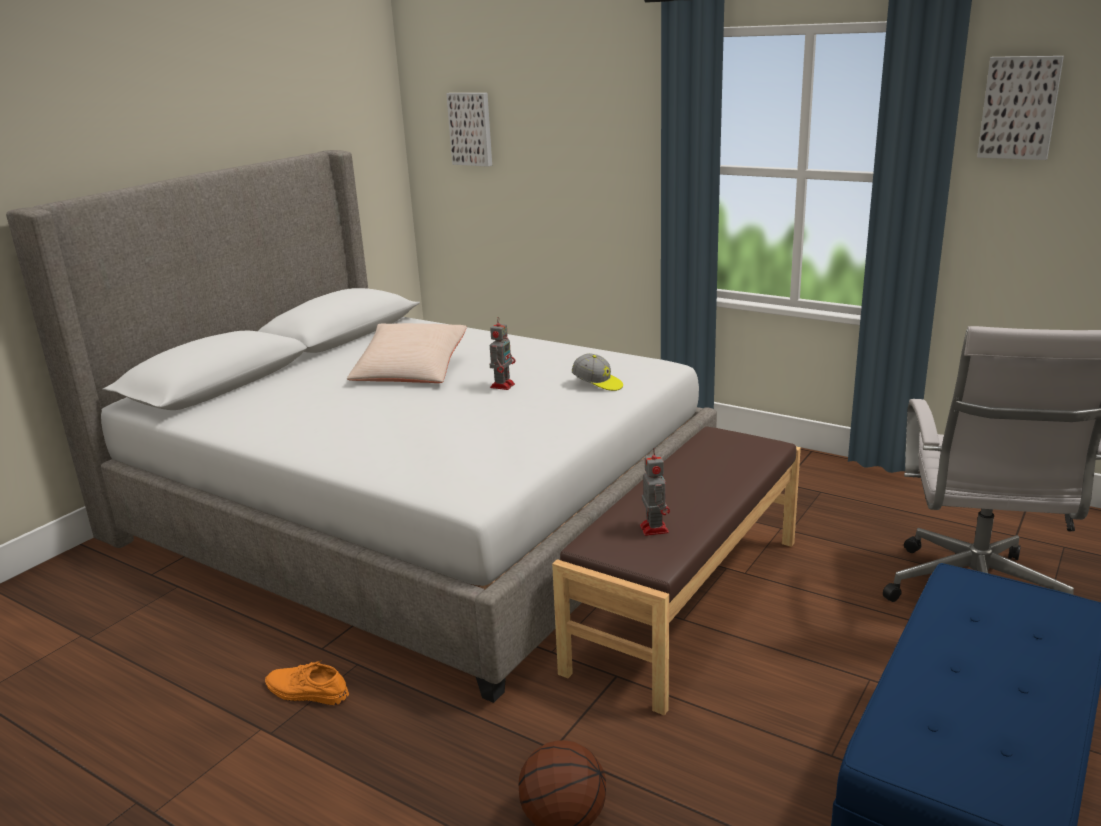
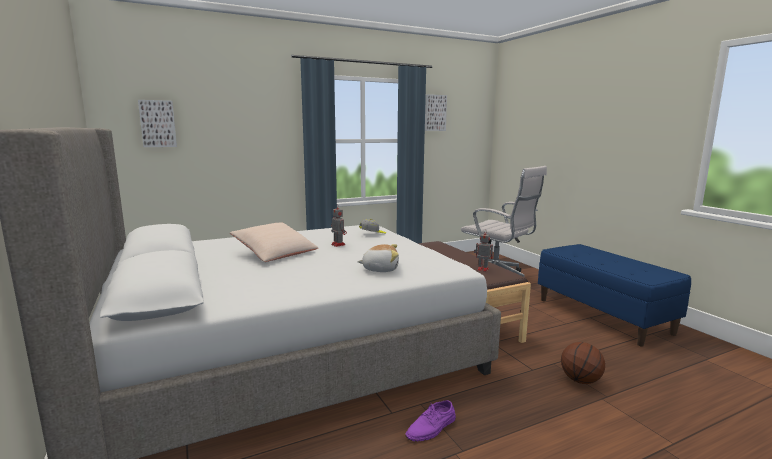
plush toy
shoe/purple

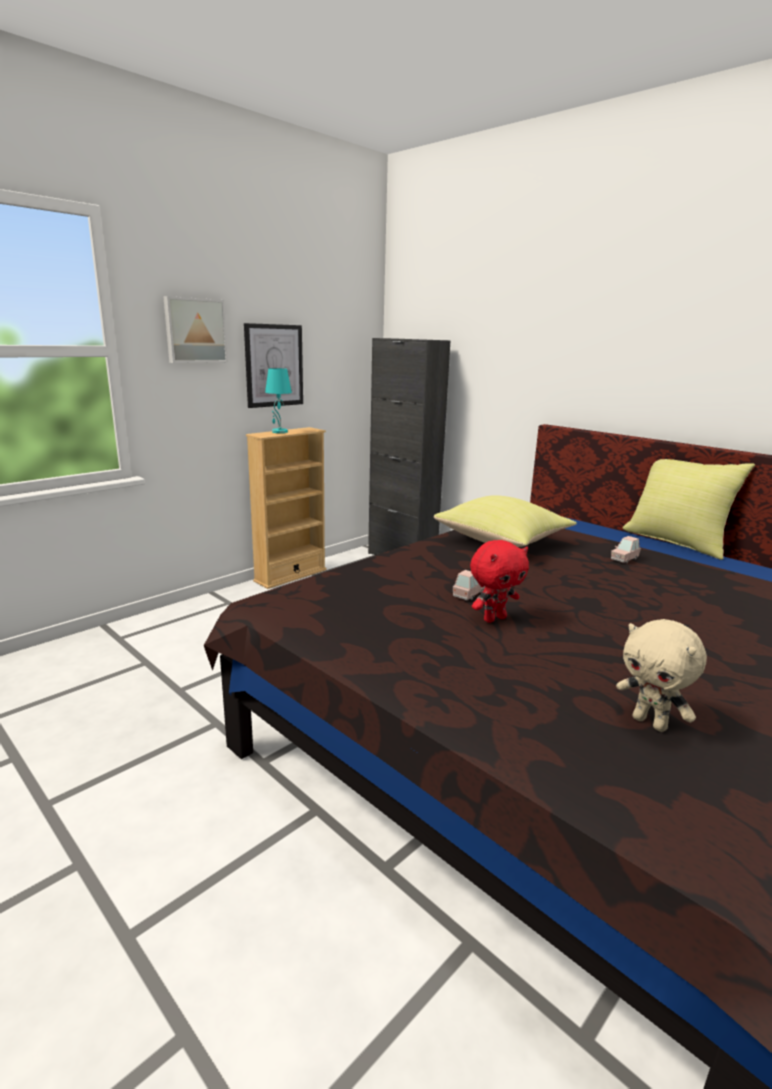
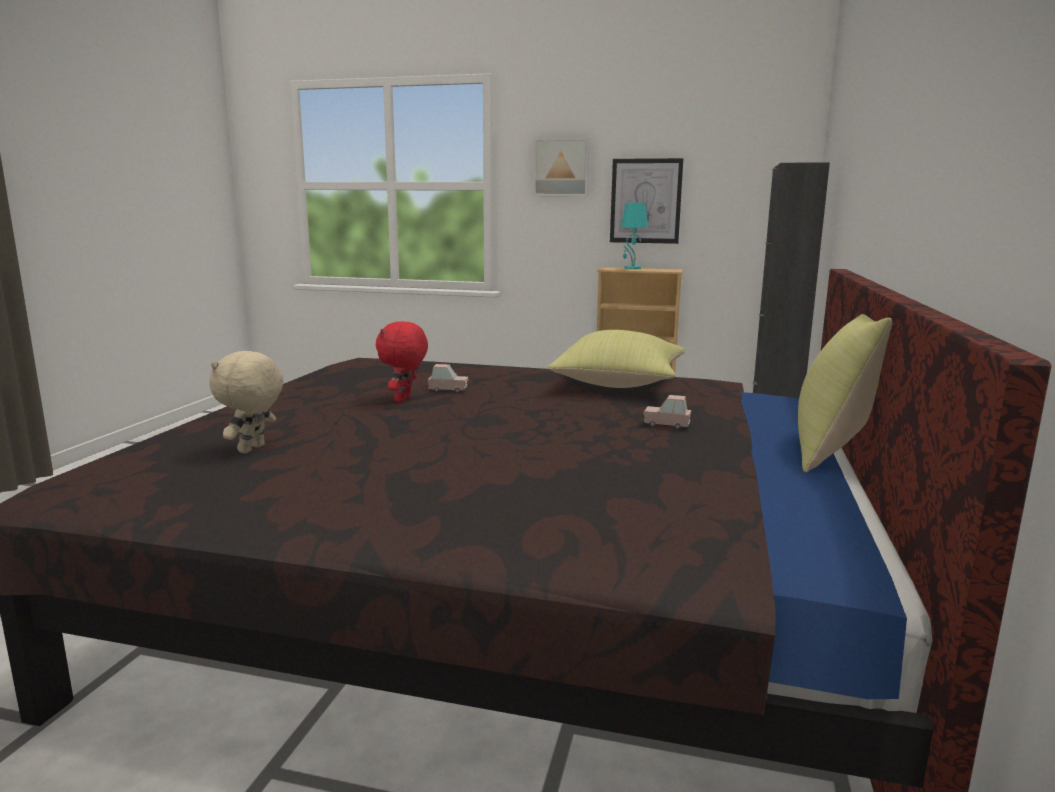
plush toy/red

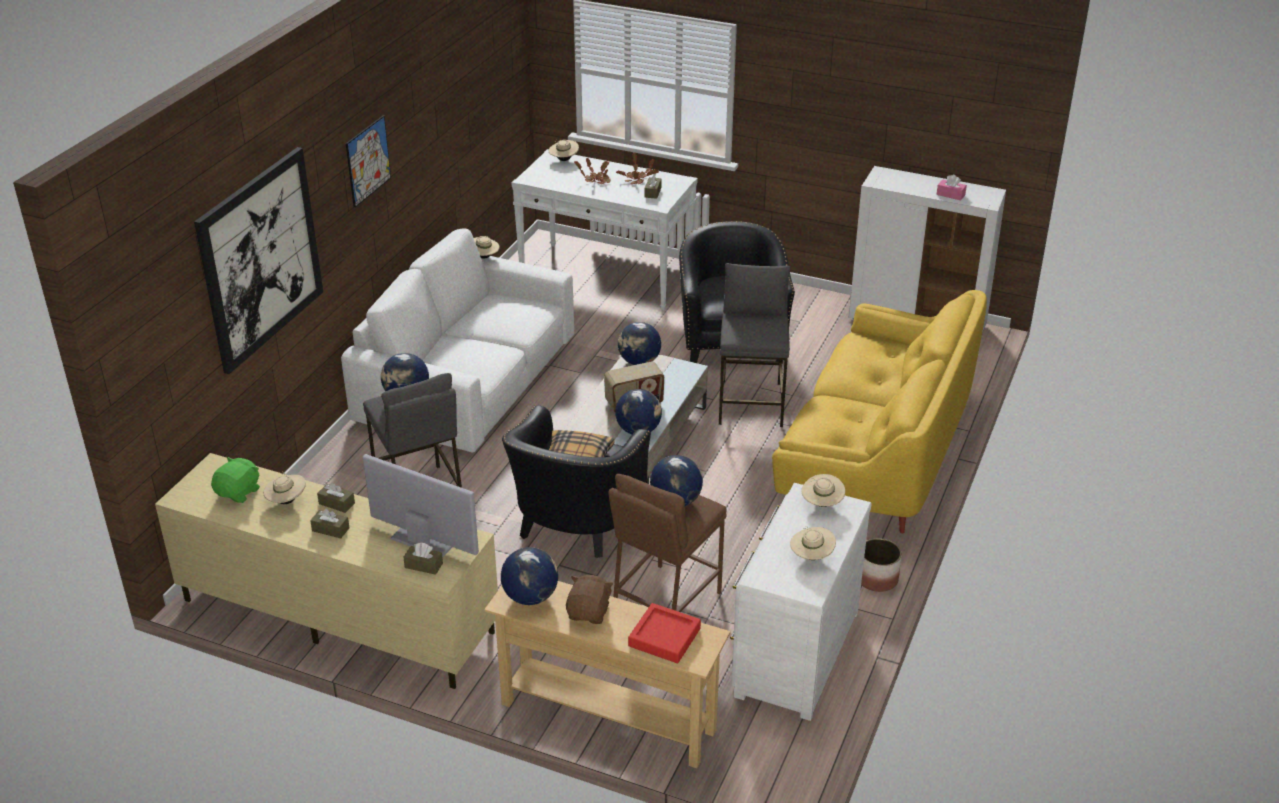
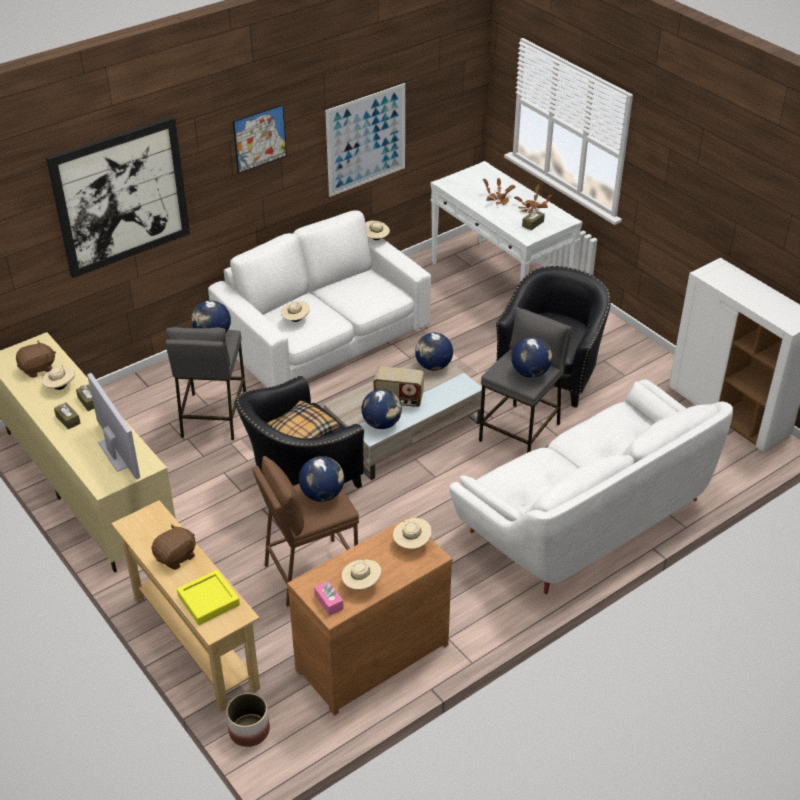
plush toy/brown (1st from left)
tray/yellow
planter
hat/beige (2nd from left)
dresser/brown
tissue box/pink
picture (3rd from left)
sofa/white (2nd from left)
globe (5th from left)
tissue box/brown (3rd from left in the first image)

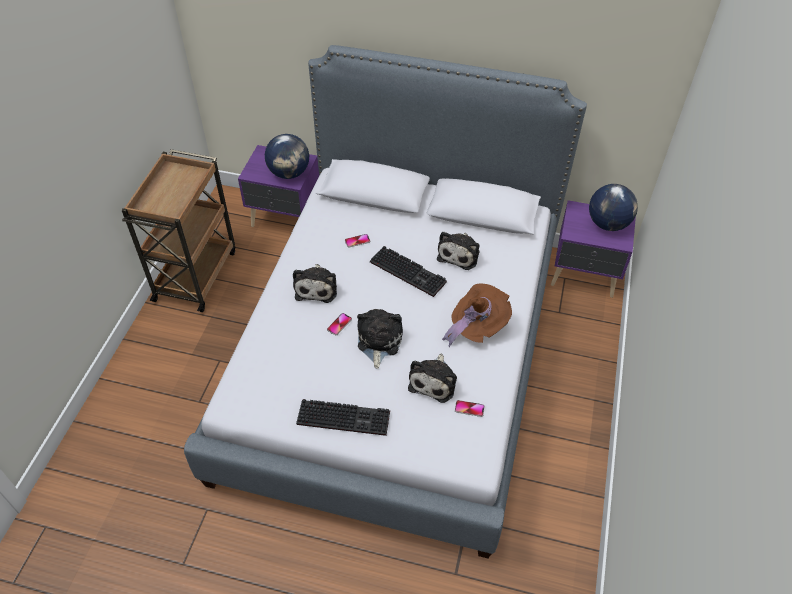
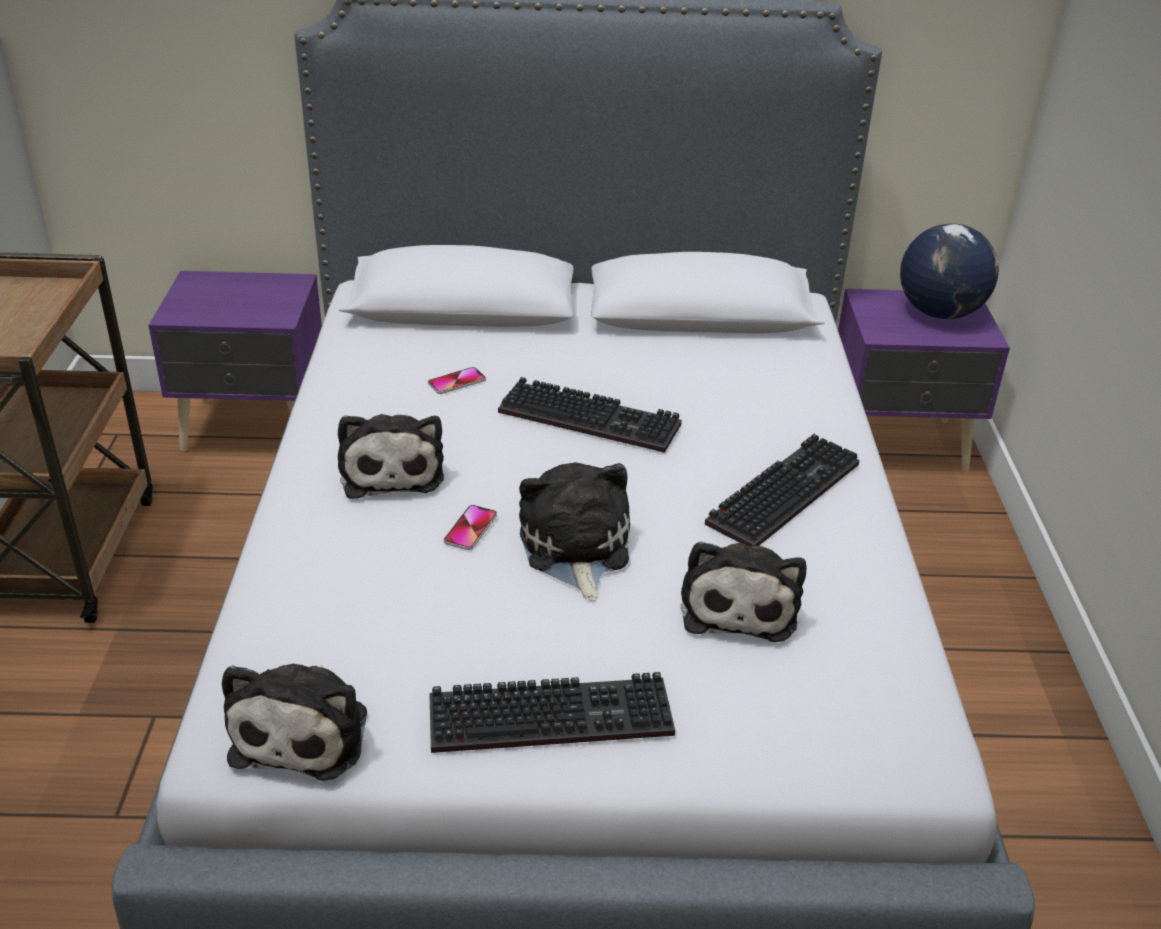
plush toy (1st from left)
keyboard (3rd from left)
globe (1st from left in the first image)
phone (3rd from left in the first image)

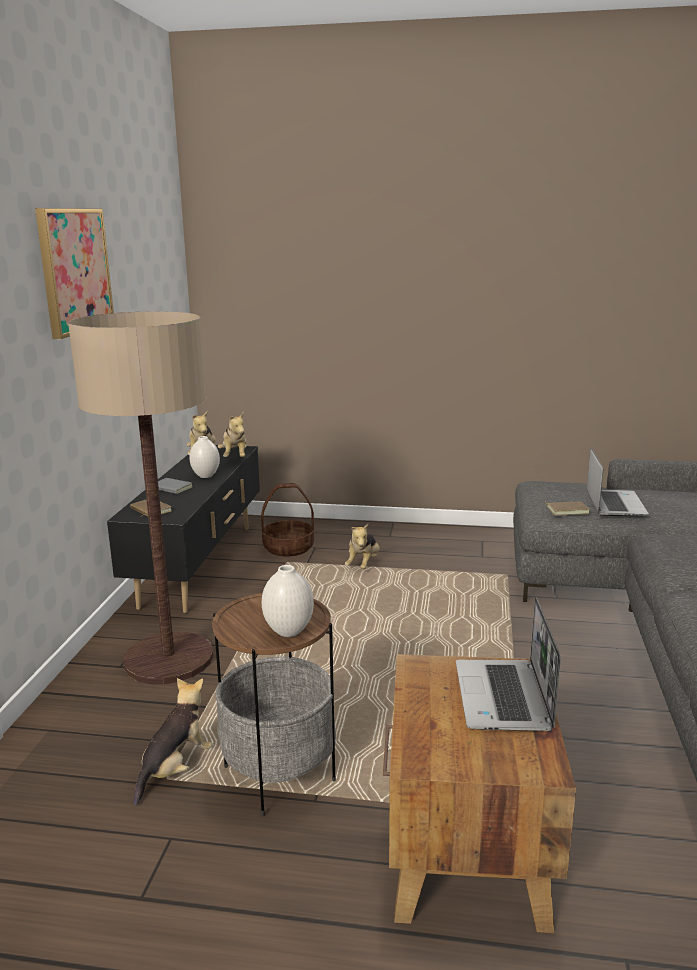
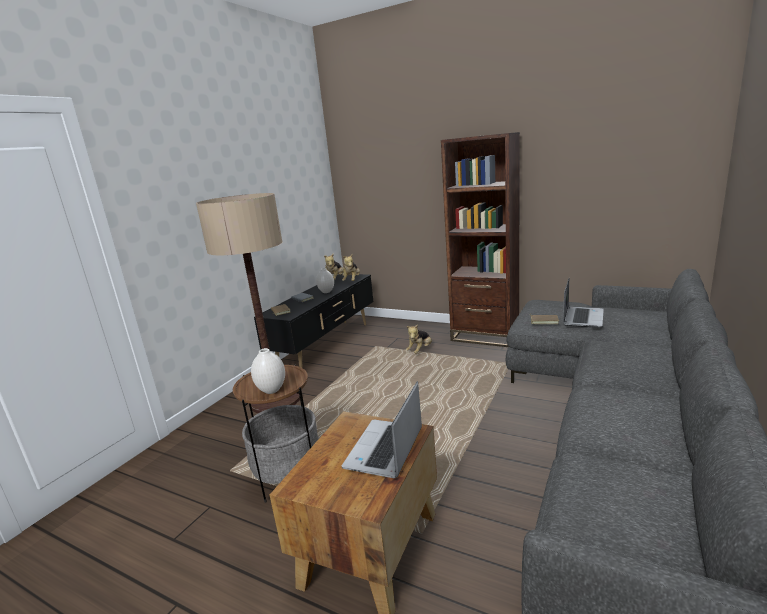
bookcase/brown
picture
plush toy (1st from left in the first image)
basket

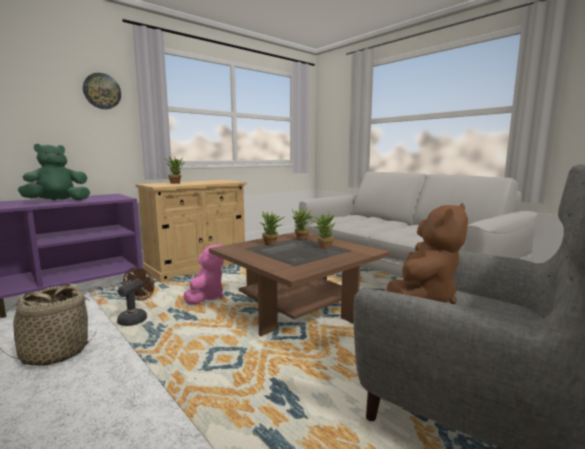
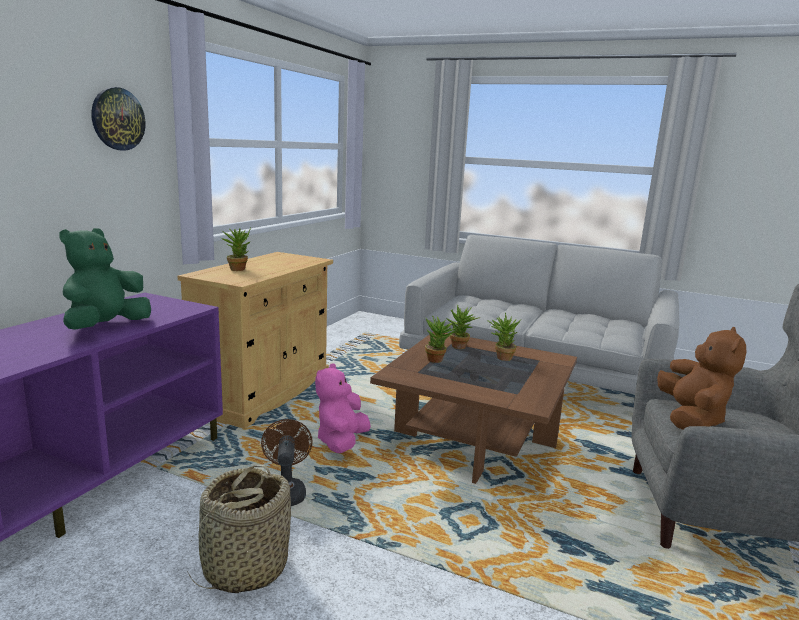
plush toy/pink

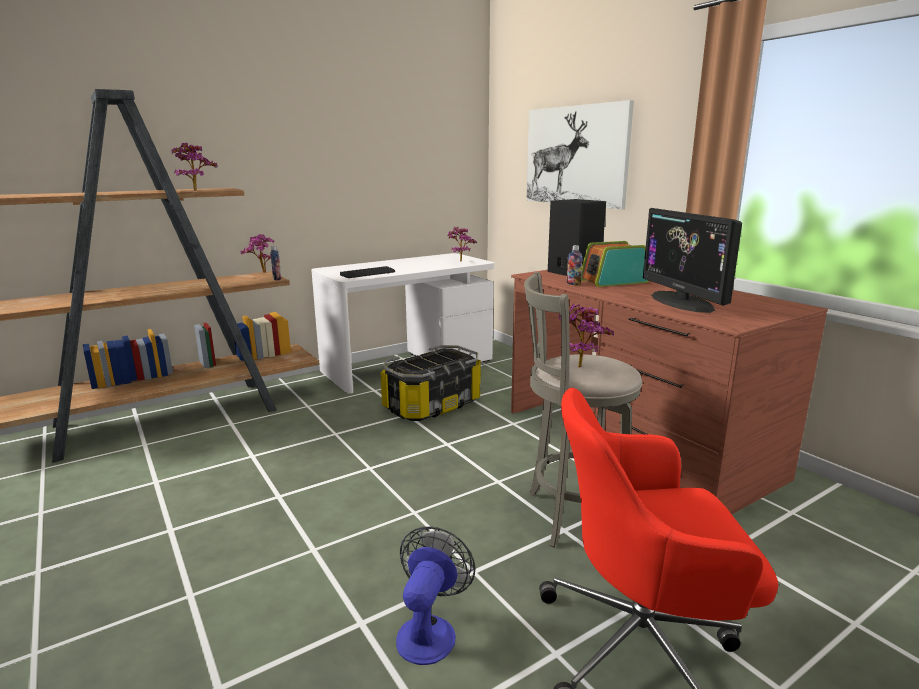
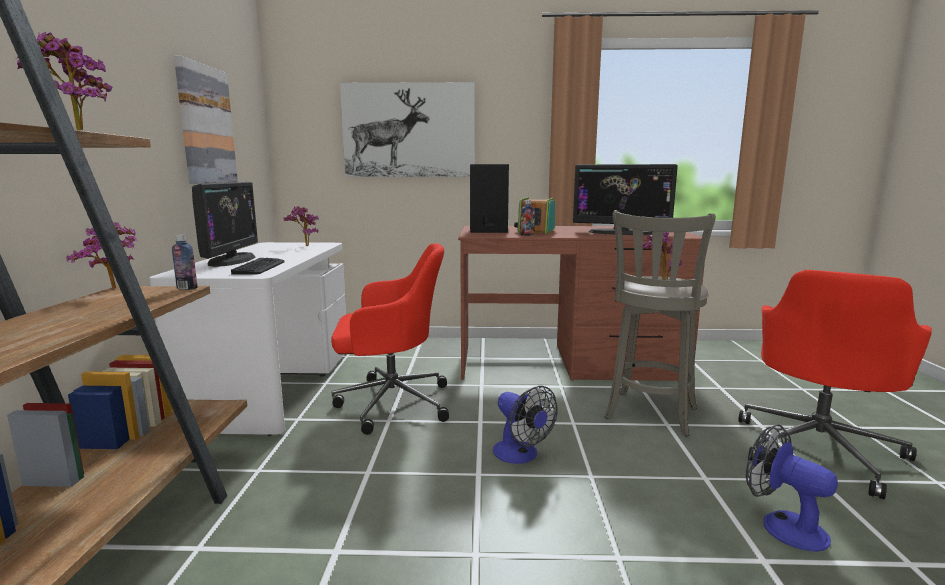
picture (1st from left)
monitor (1st from left)
office chair/red (1st from left)
fan (1st from left)

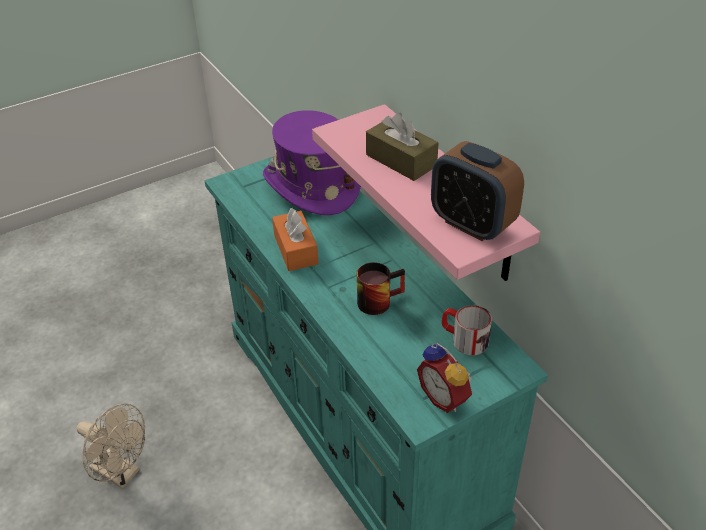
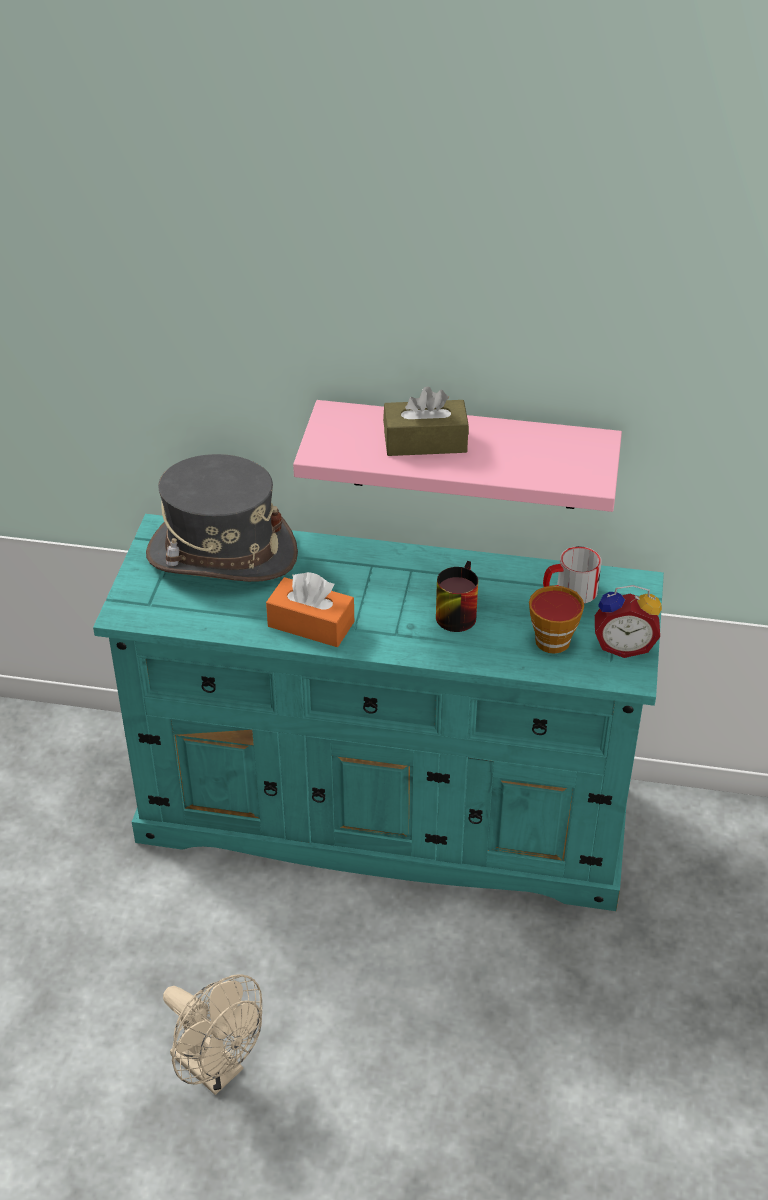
hat/grey
fan/beige
cup
alarm clock (2nd from left in the first image)

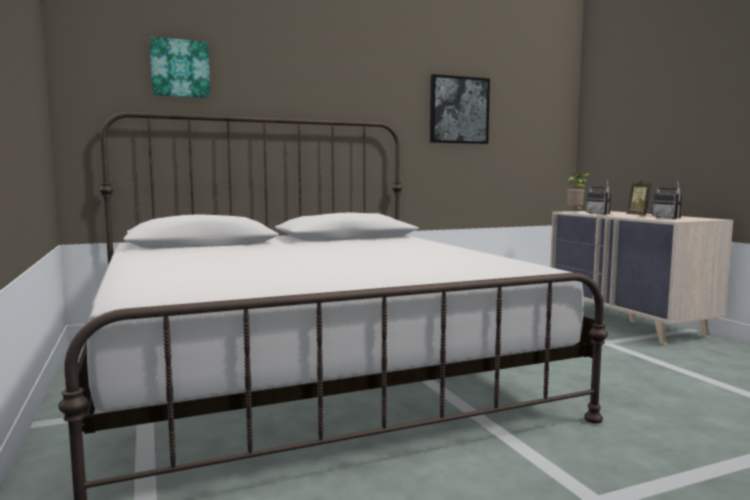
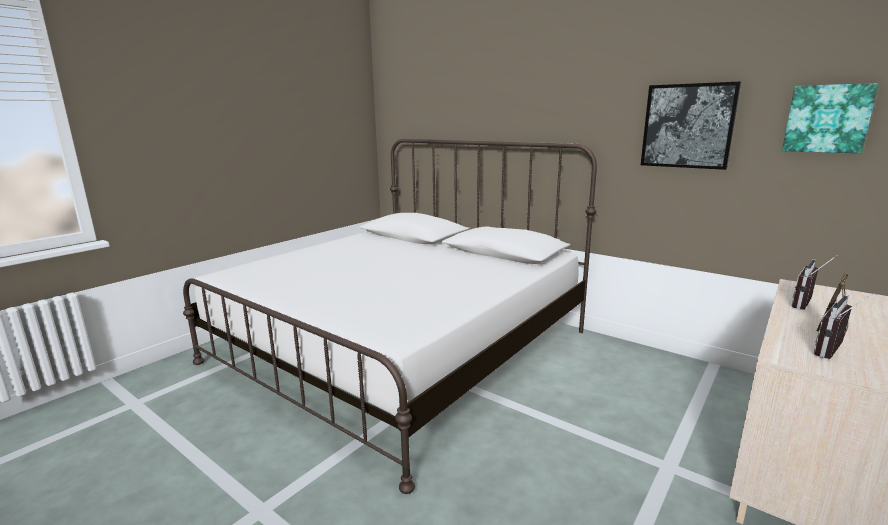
picture (2nd from left)
potted plant

